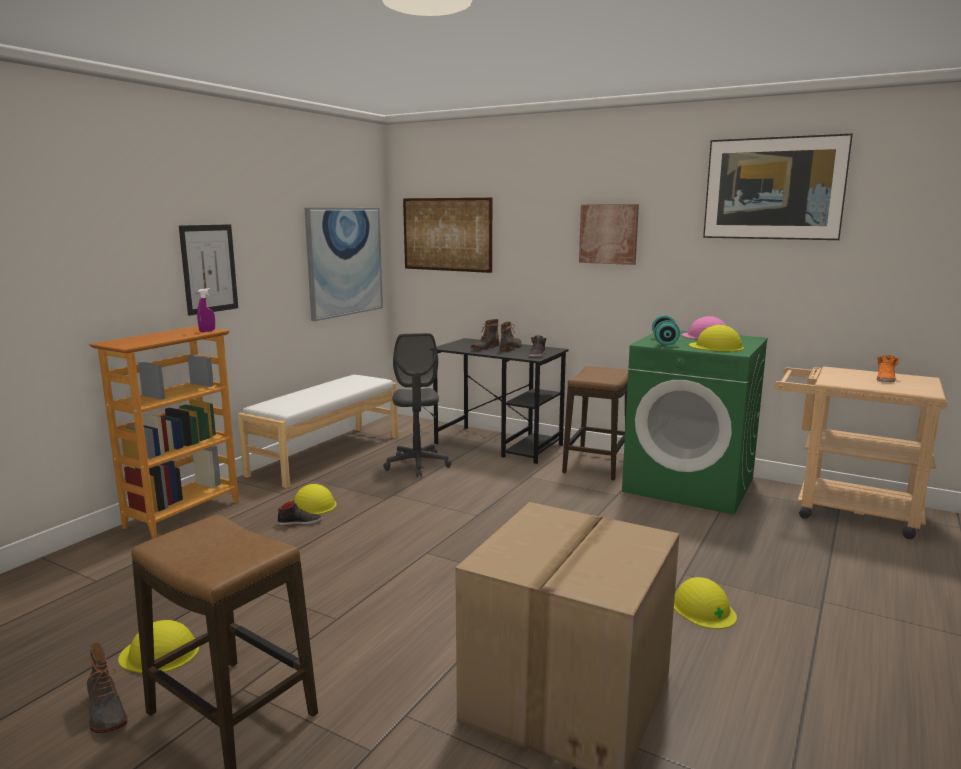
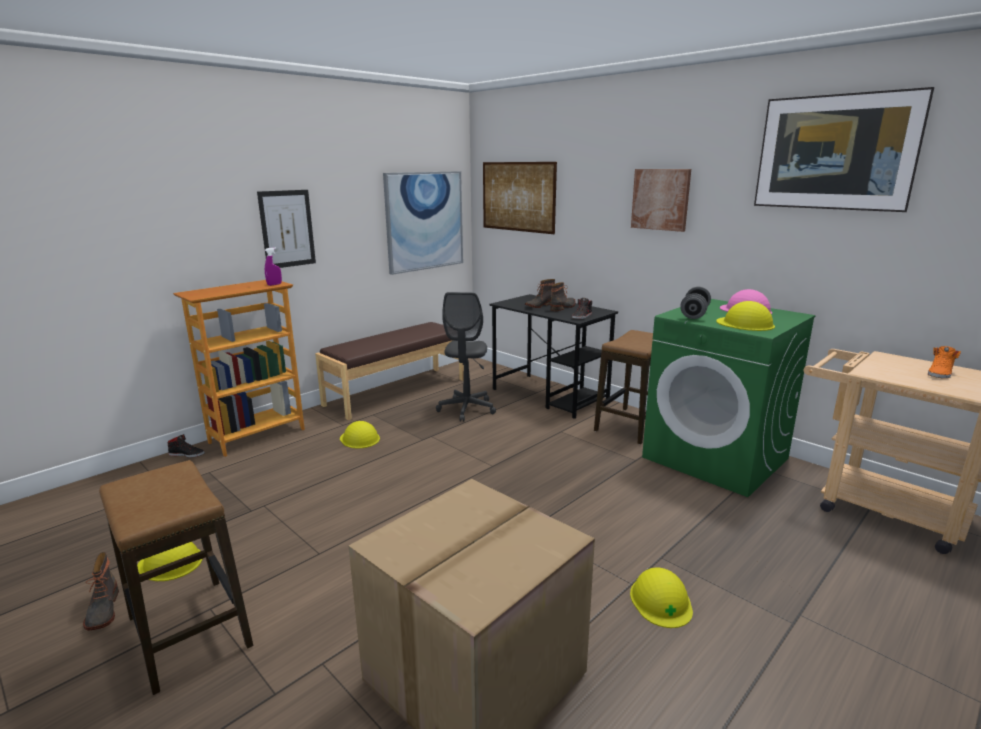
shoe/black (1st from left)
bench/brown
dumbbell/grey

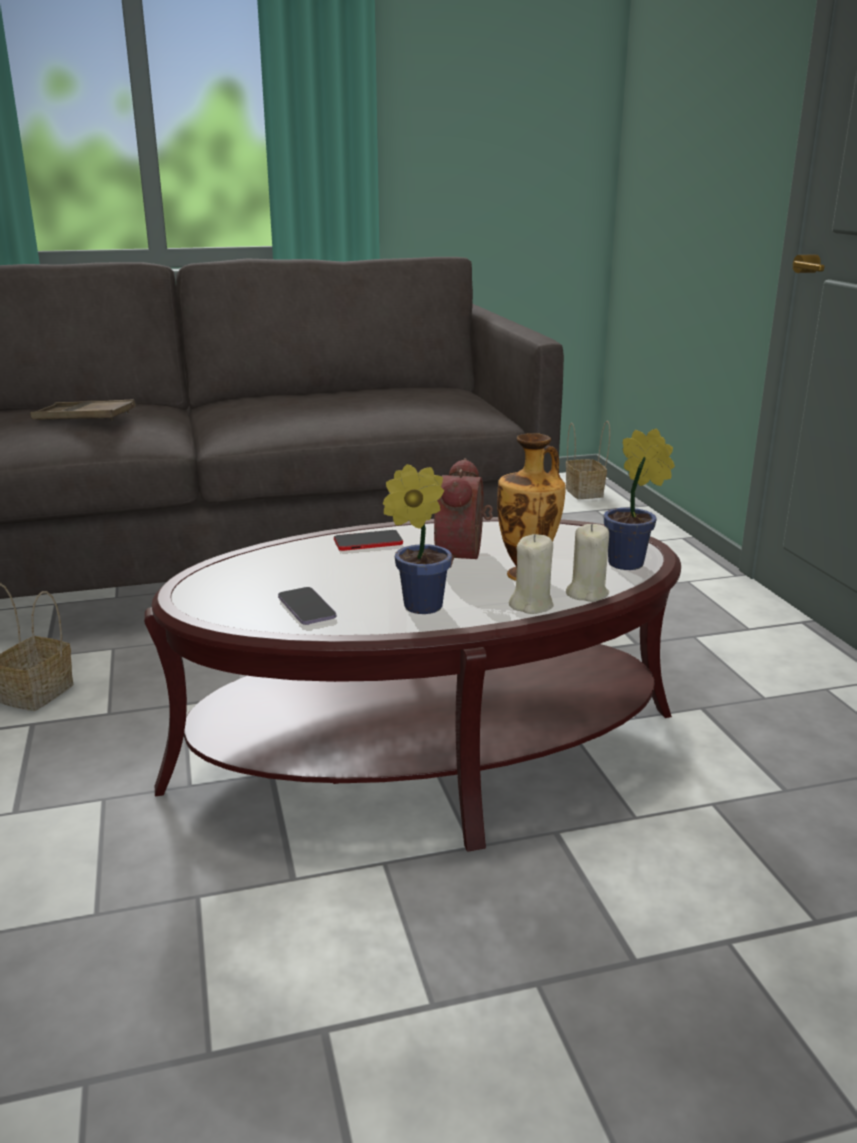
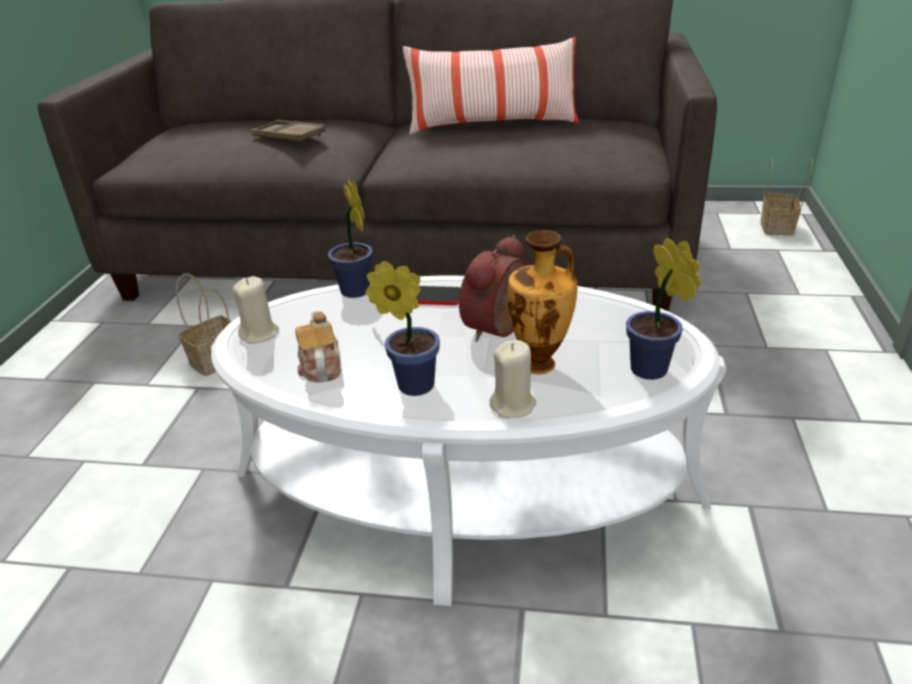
coffee table/white
candle/beige (1st from left)
teapot
potted plant (1st from left)
pillow

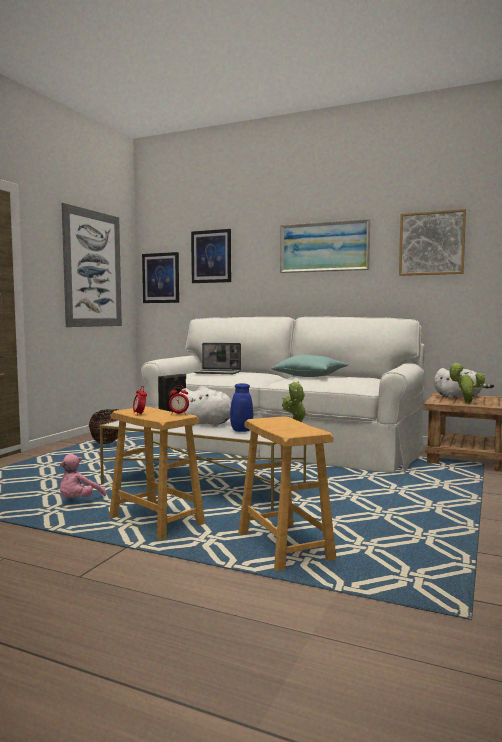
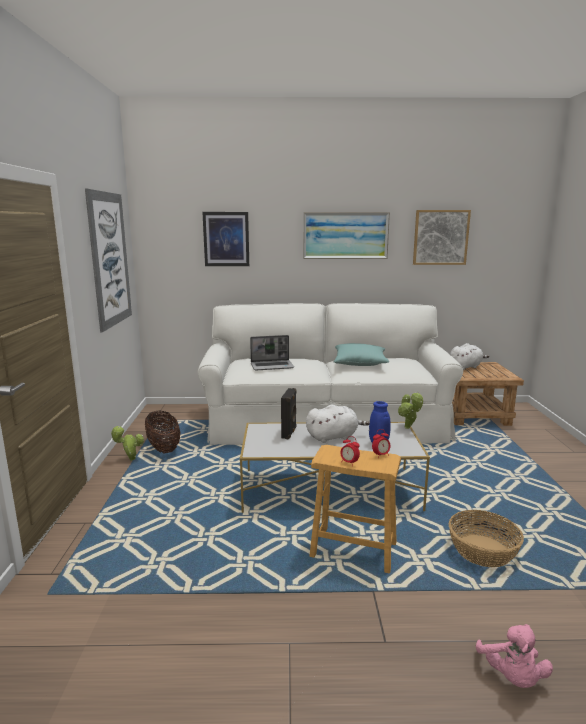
potted plant (1st from left)
basket (2nd from left)
plush toy/pink
picture (2nd from left in the first image)

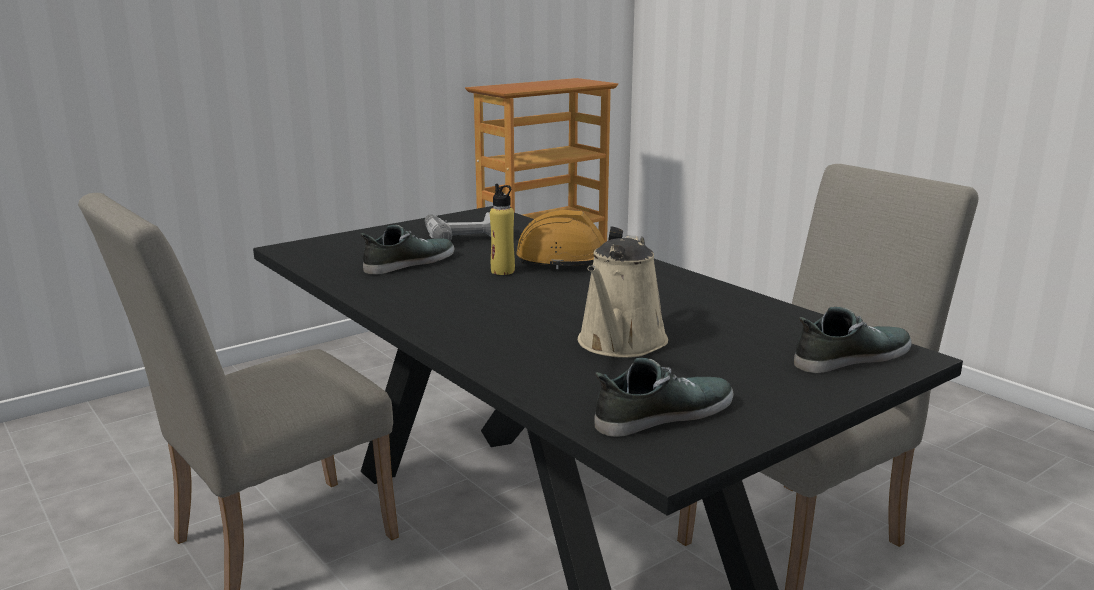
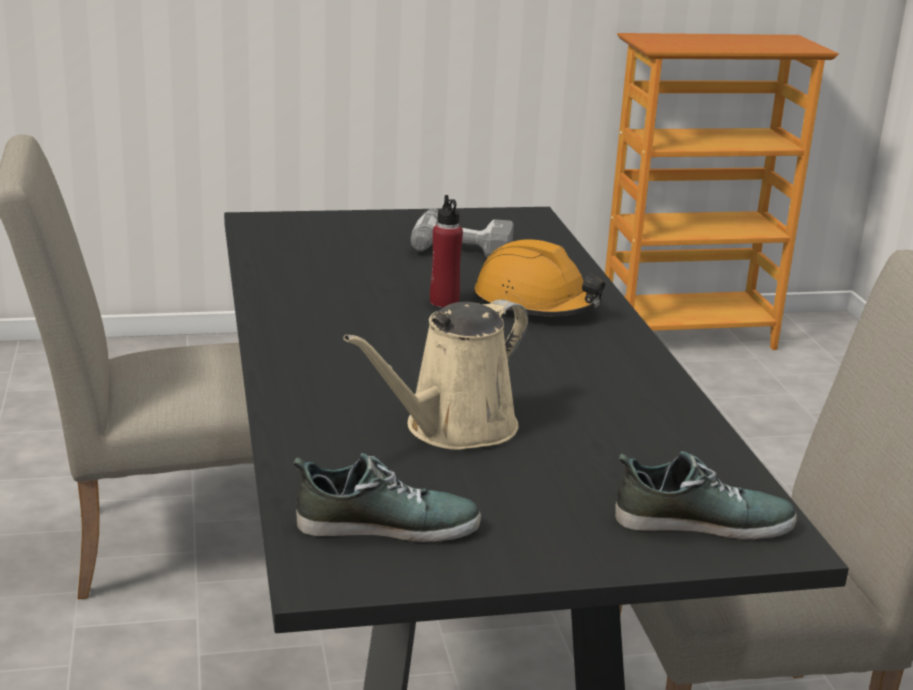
bottle/red
shoe (1st from left in the first image)

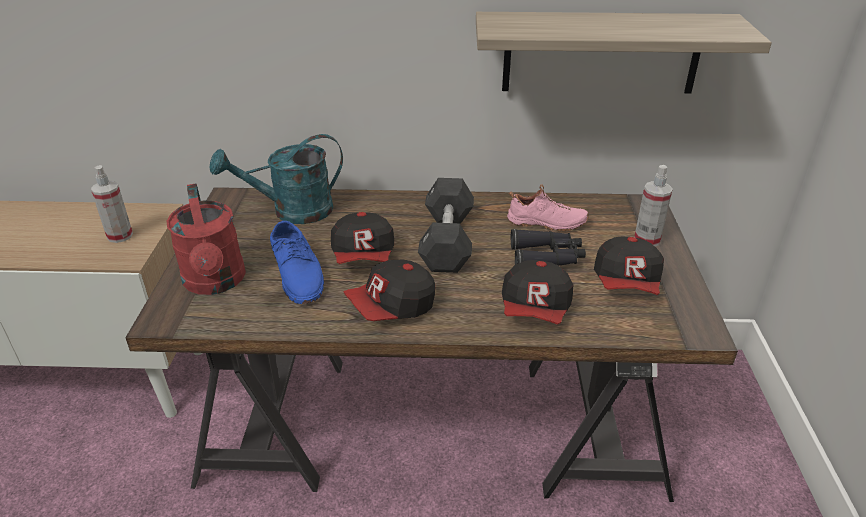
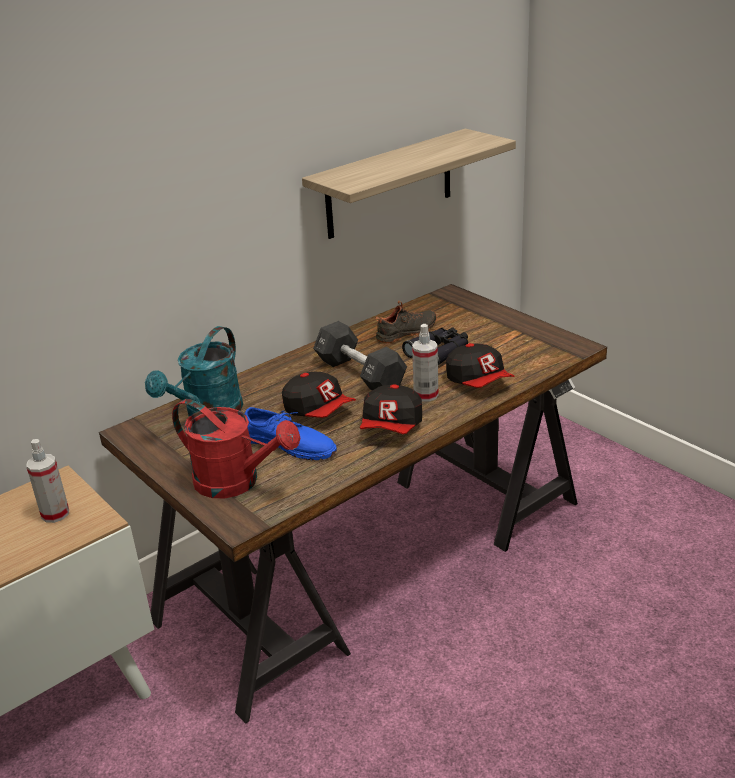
shoe/black
spray bottle (2nd from left)
cap (4th from left in the first image)

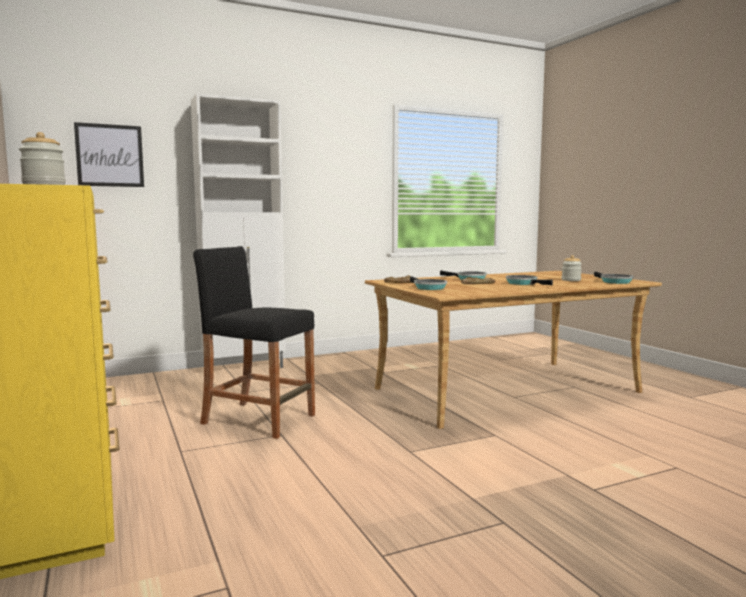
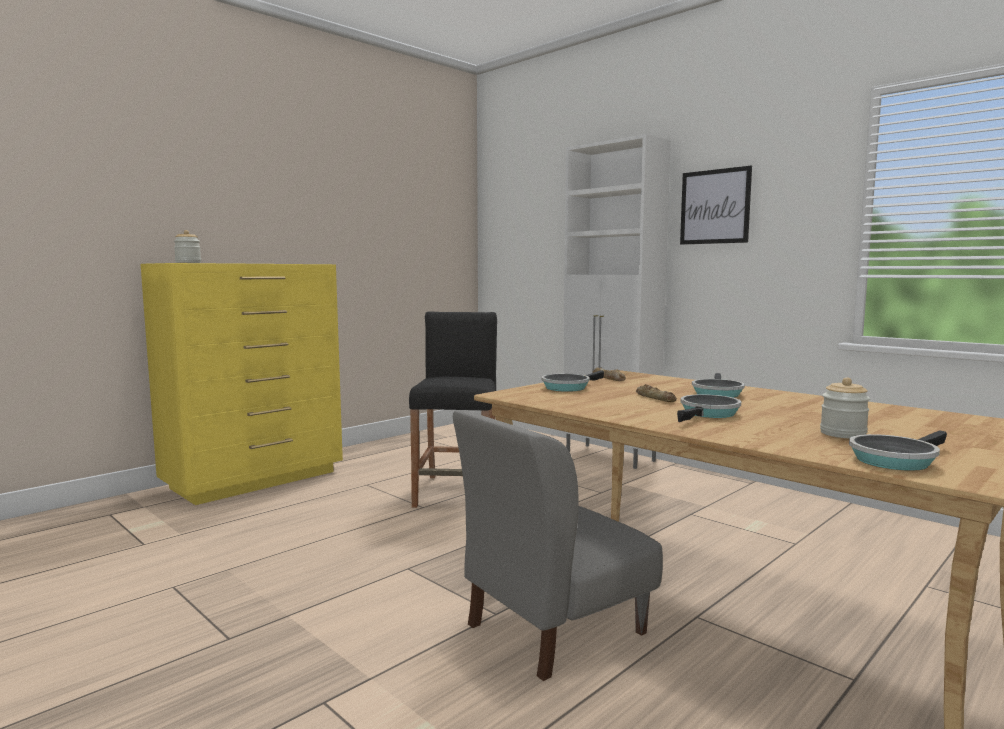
chair/grey
picture

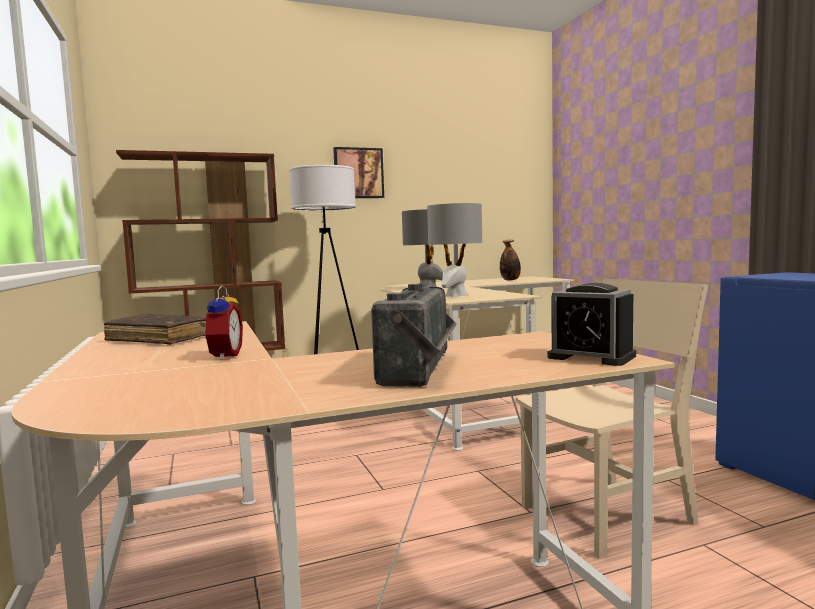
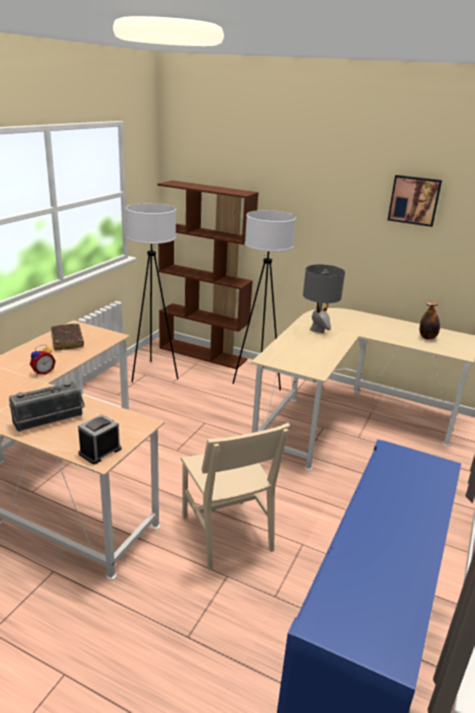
alarm clock (2nd from left)
floor lamp/white (1st from left)
chair/beige
picture
table lamp/grey (2nd from left in the first image)

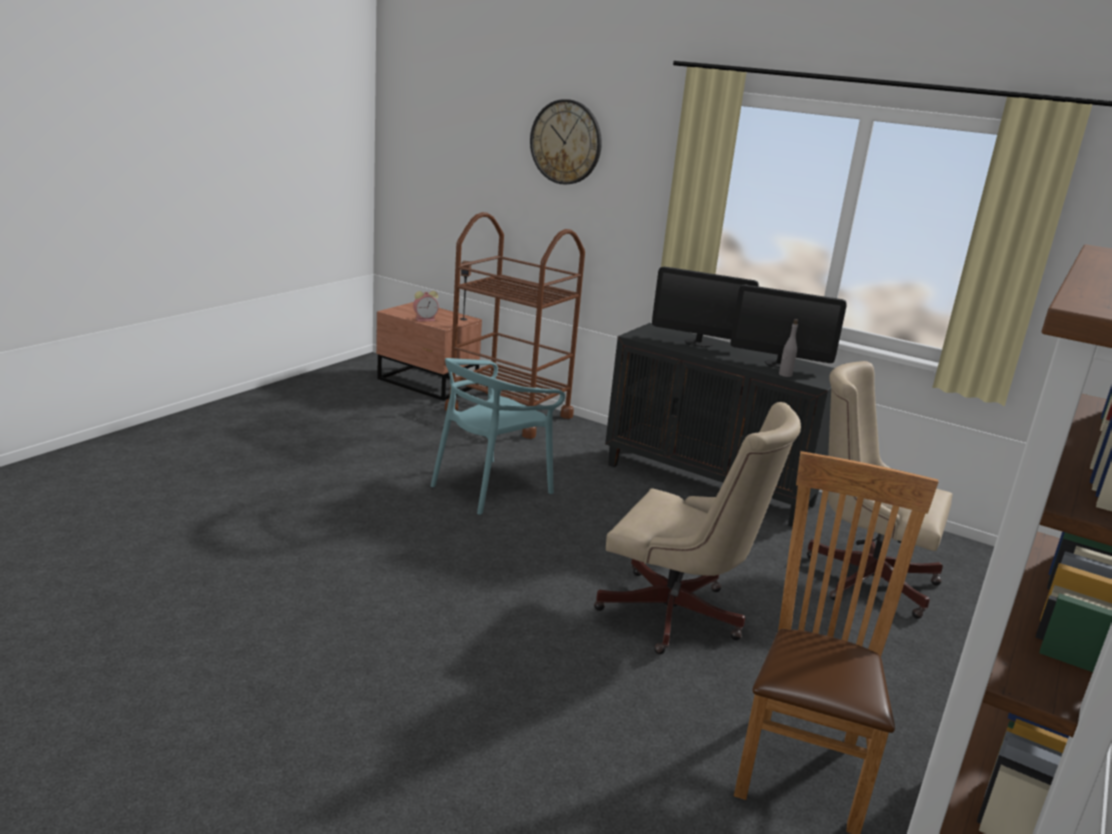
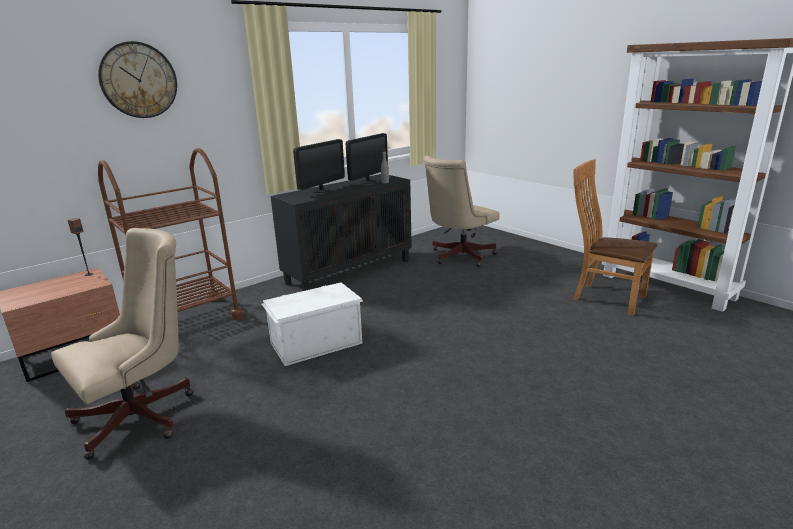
office chair/beige (1st from left)
storage box/white
alarm clock

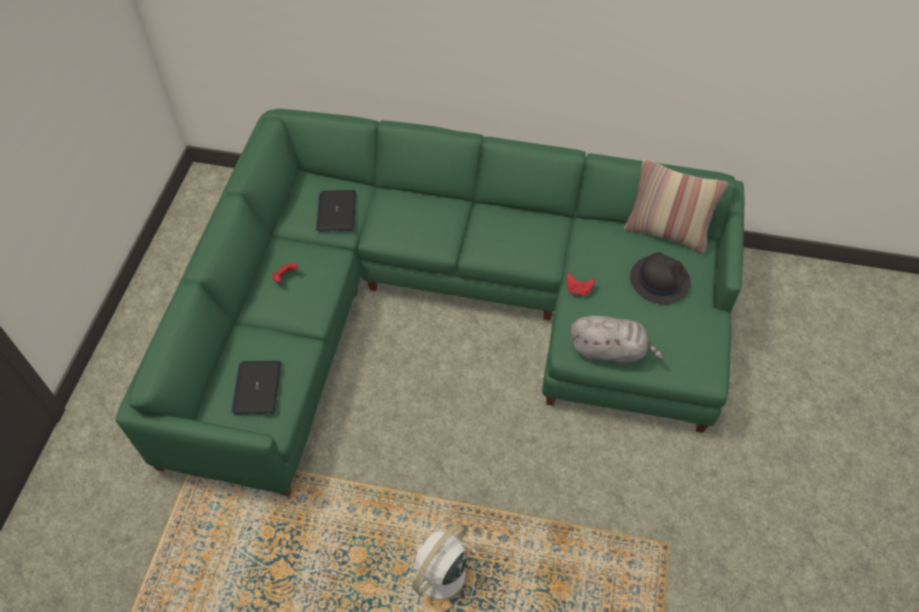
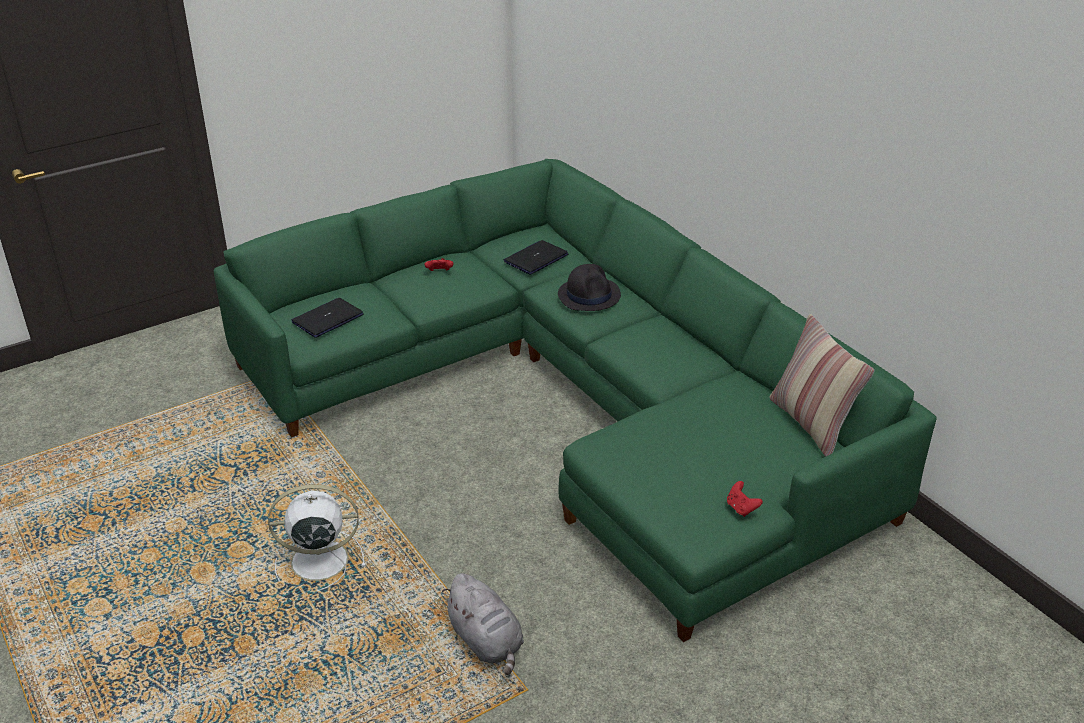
plush toy/grey
hat/black
game controller/red (2nd from left)

